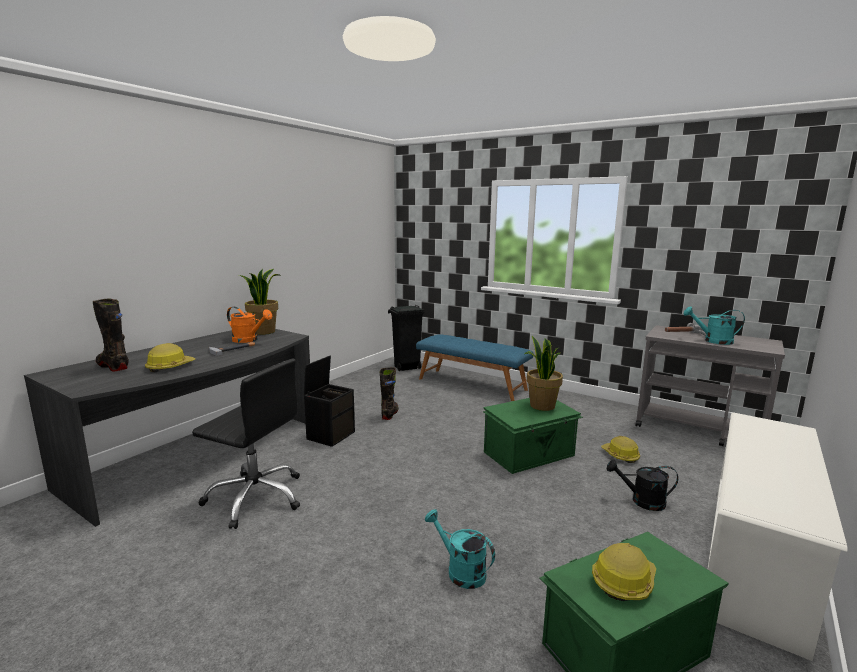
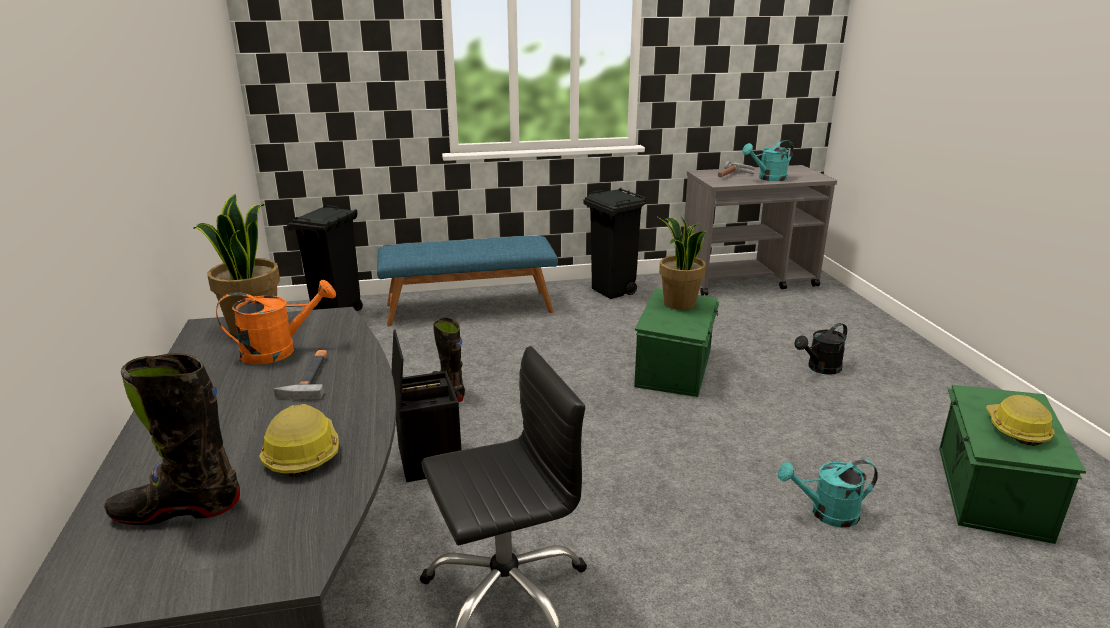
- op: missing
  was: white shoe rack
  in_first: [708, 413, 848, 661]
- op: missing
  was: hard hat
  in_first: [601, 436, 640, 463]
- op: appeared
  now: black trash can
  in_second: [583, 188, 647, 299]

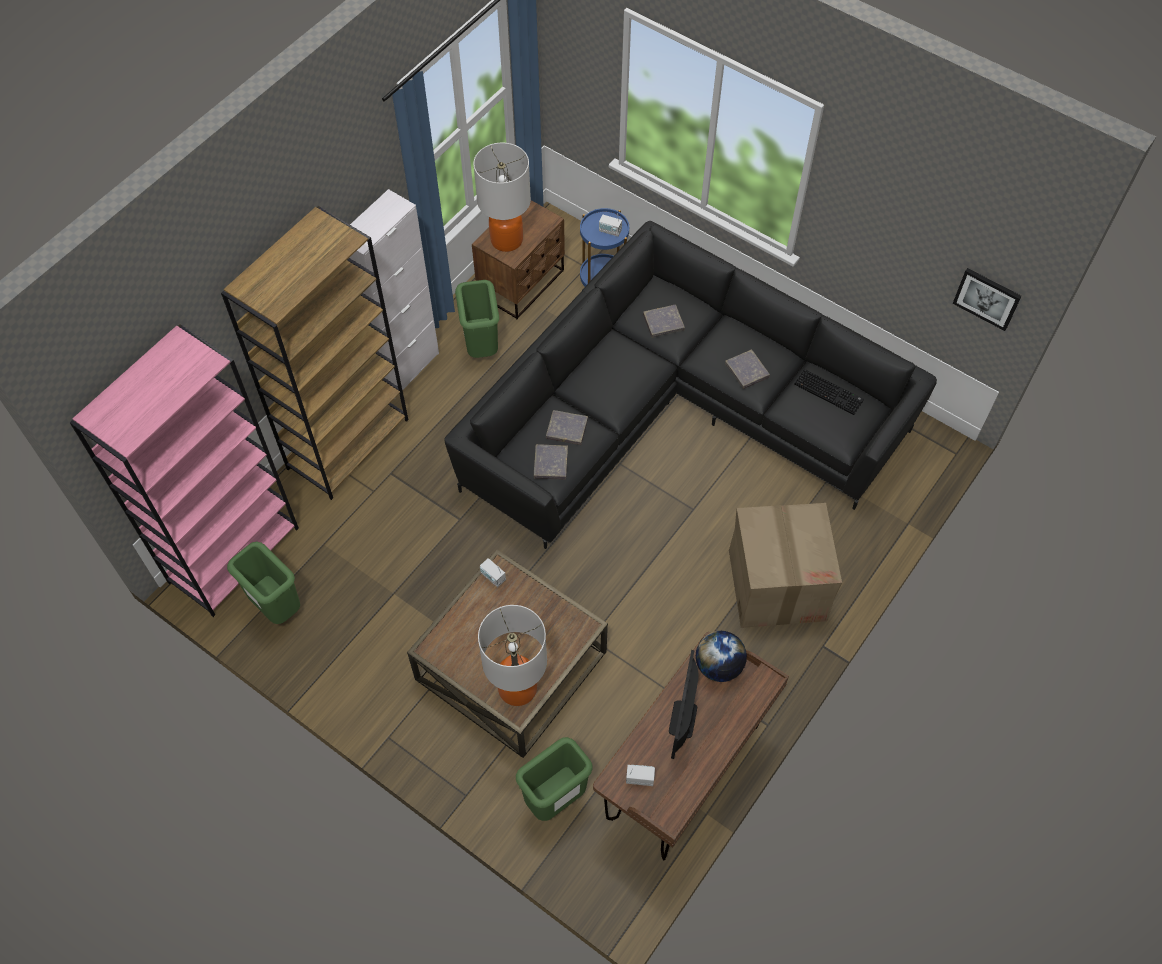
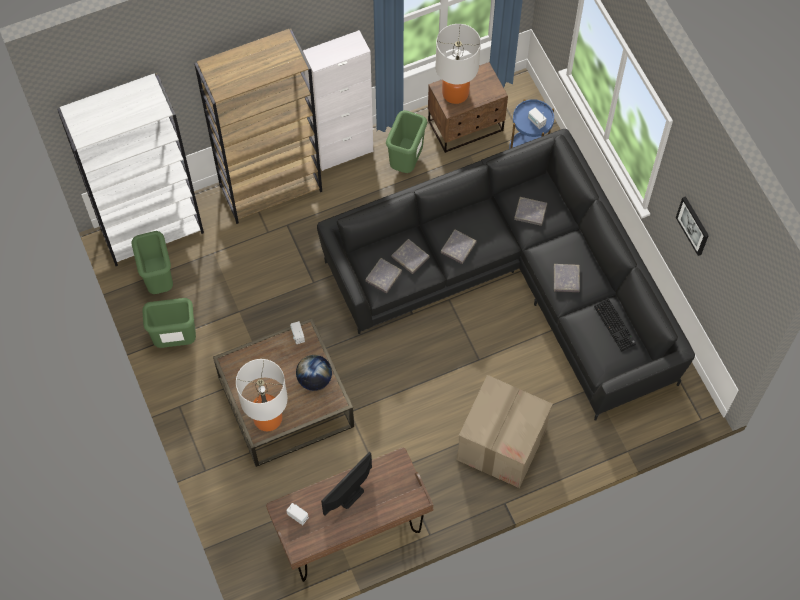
- op: relocated
  was: picture
  in_first: [953, 268, 1021, 331]
  in_second: [676, 196, 709, 256]
- op: colour
  was: pink bookcase
  now: white bookcase
  in_first: [70, 324, 299, 617]
  in_second: [57, 73, 204, 266]
- op: relocated
  was: globe
  in_first: [696, 631, 747, 682]
  in_second: [296, 355, 332, 391]
- op: relocated
  was: green trash can
  in_first: [516, 737, 593, 821]
  in_second: [142, 298, 196, 348]
- op: appeared
  now: grey book
  in_second: [441, 230, 476, 264]

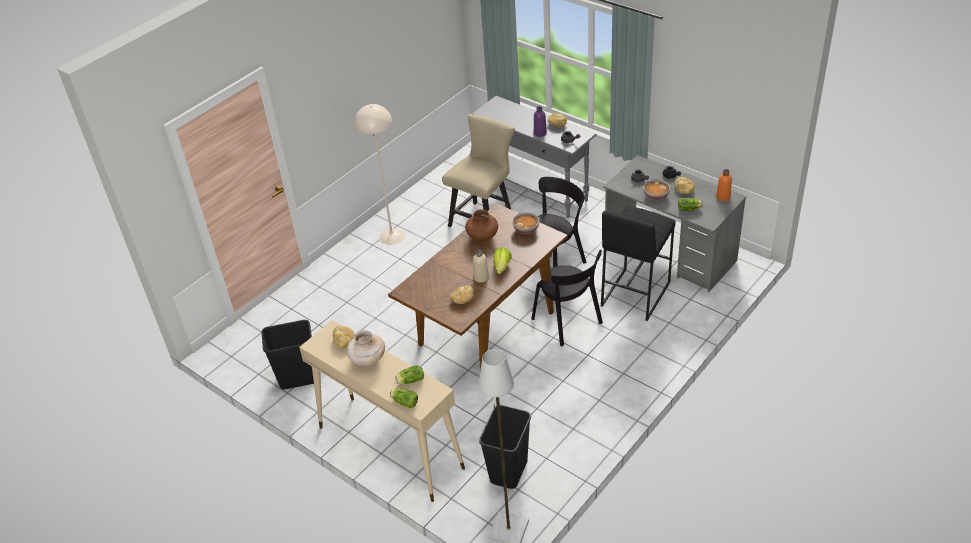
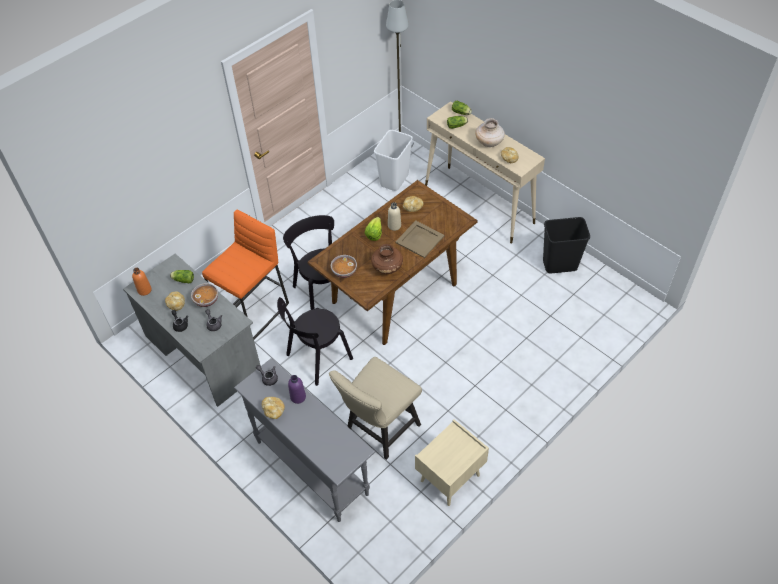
- op: missing
  was: beige floor lamp
  in_first: [355, 104, 405, 245]
- op: colour
  was: black stool
  now: orange stool
  in_first: [601, 206, 676, 321]
  in_second: [202, 210, 289, 340]
- op: colour
  was: black trash can
  now: white trash can
  in_first: [479, 405, 531, 489]
  in_second: [374, 130, 413, 191]
- op: appeared
  now: beige tray
  in_second: [395, 220, 444, 258]
- op: appeared
  now: beige nightstand
  in_second: [415, 419, 489, 506]

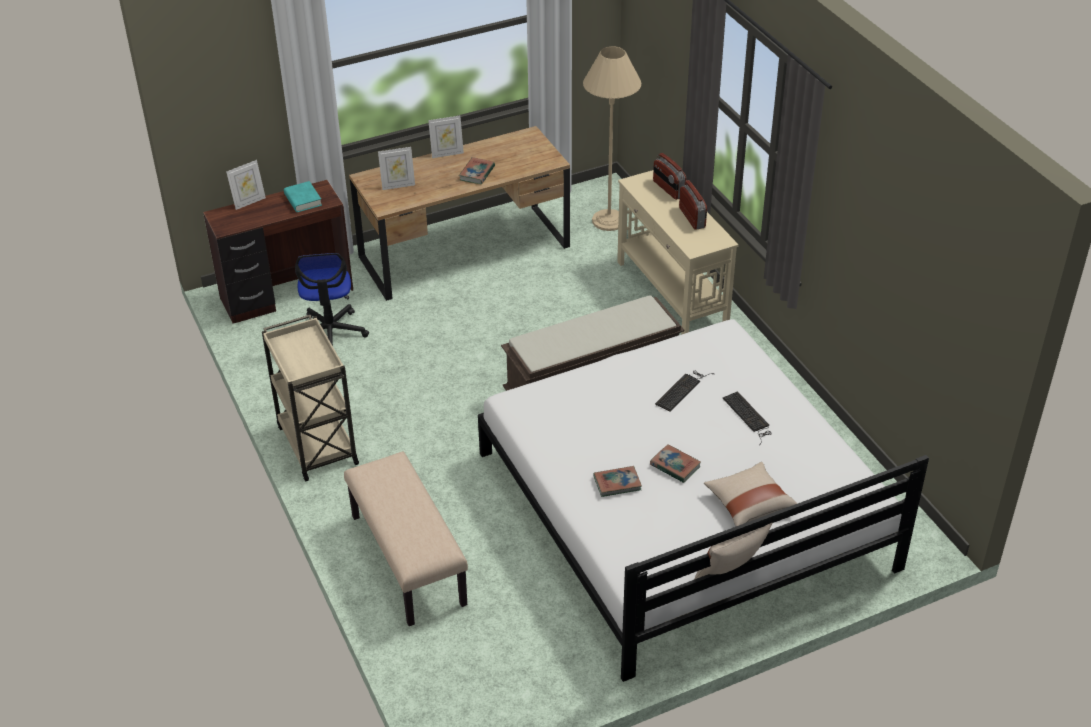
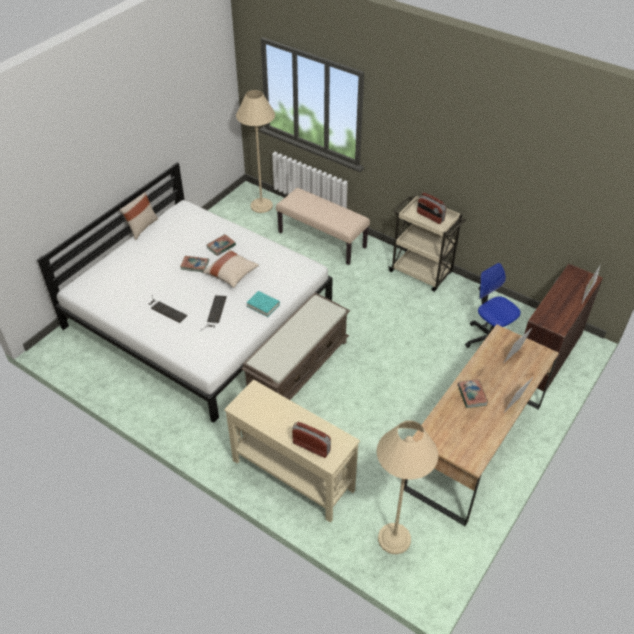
- op: relocated
  was: radio
  in_first: [679, 180, 707, 230]
  in_second: [417, 193, 446, 224]
- op: relocated
  was: turquoise book
  in_first: [284, 181, 322, 212]
  in_second: [246, 291, 280, 317]
- op: relocated
  was: beige pillow
  in_first: [704, 462, 798, 526]
  in_second: [203, 249, 259, 288]
- op: appeared
  now: beige floor lamp
  in_second: [236, 90, 275, 213]

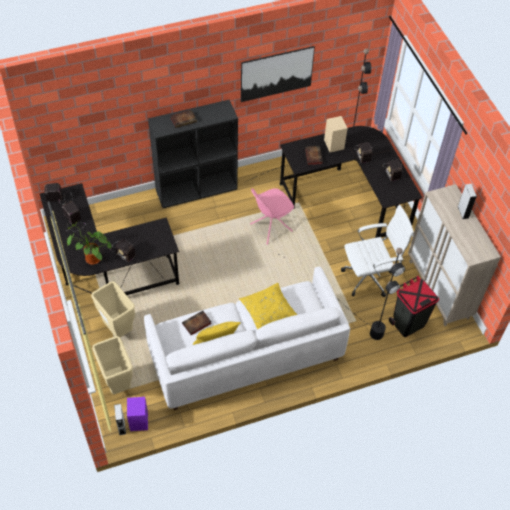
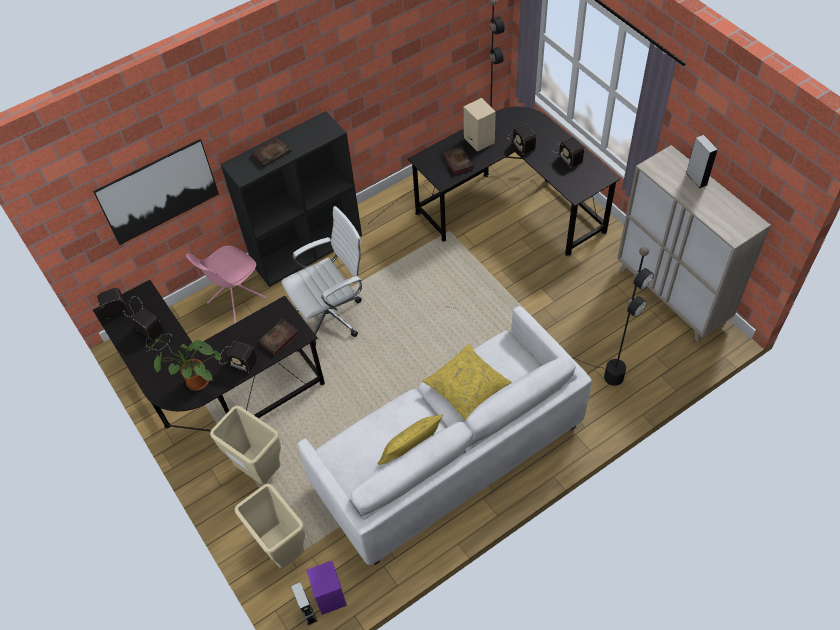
- op: relocated
  was: picture
  in_first: [241, 46, 315, 102]
  in_second: [93, 139, 219, 245]
- op: relocated
  was: pink chair
  in_first: [250, 188, 294, 245]
  in_second: [186, 245, 268, 323]
- op: relocated
  was: white office chair
  in_first: [341, 205, 414, 297]
  in_second: [282, 206, 362, 346]
- op: missing
  was: black trash can
  in_first: [389, 276, 439, 337]
- op: relocated
  was: book
  in_first: [182, 311, 212, 335]
  in_second: [258, 319, 299, 356]

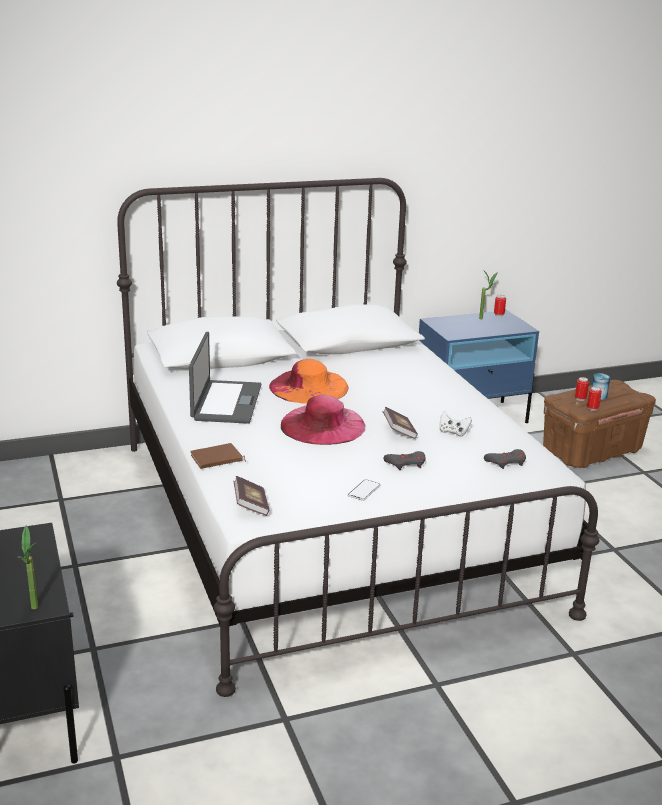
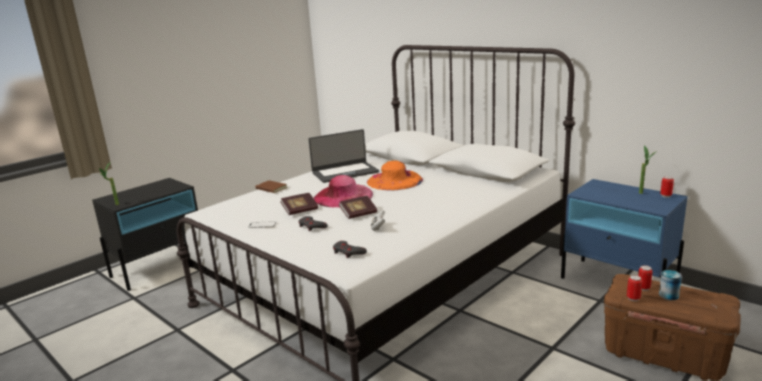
- op: relocated
  was: book
  in_first: [234, 476, 269, 516]
  in_second: [280, 193, 318, 215]

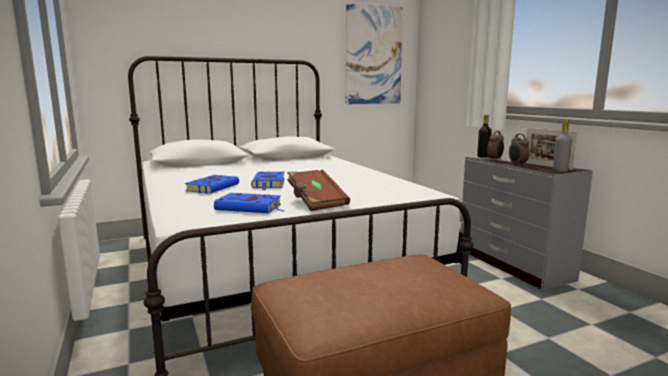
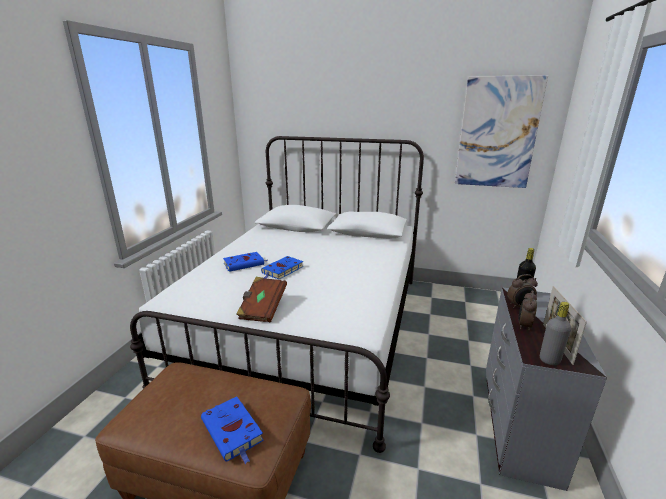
- op: relocated
  was: blue book
  in_first: [214, 193, 285, 213]
  in_second: [201, 396, 264, 464]

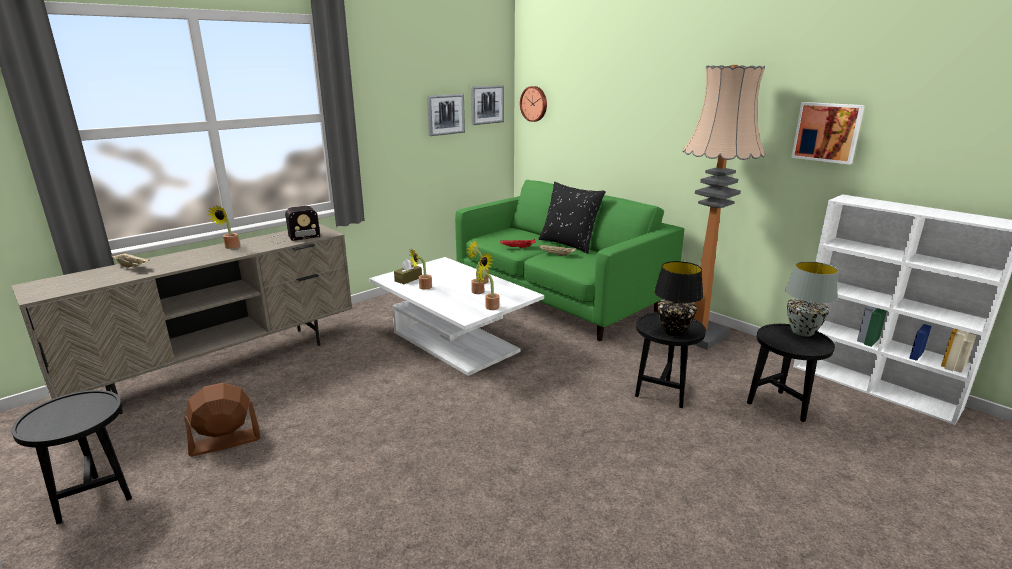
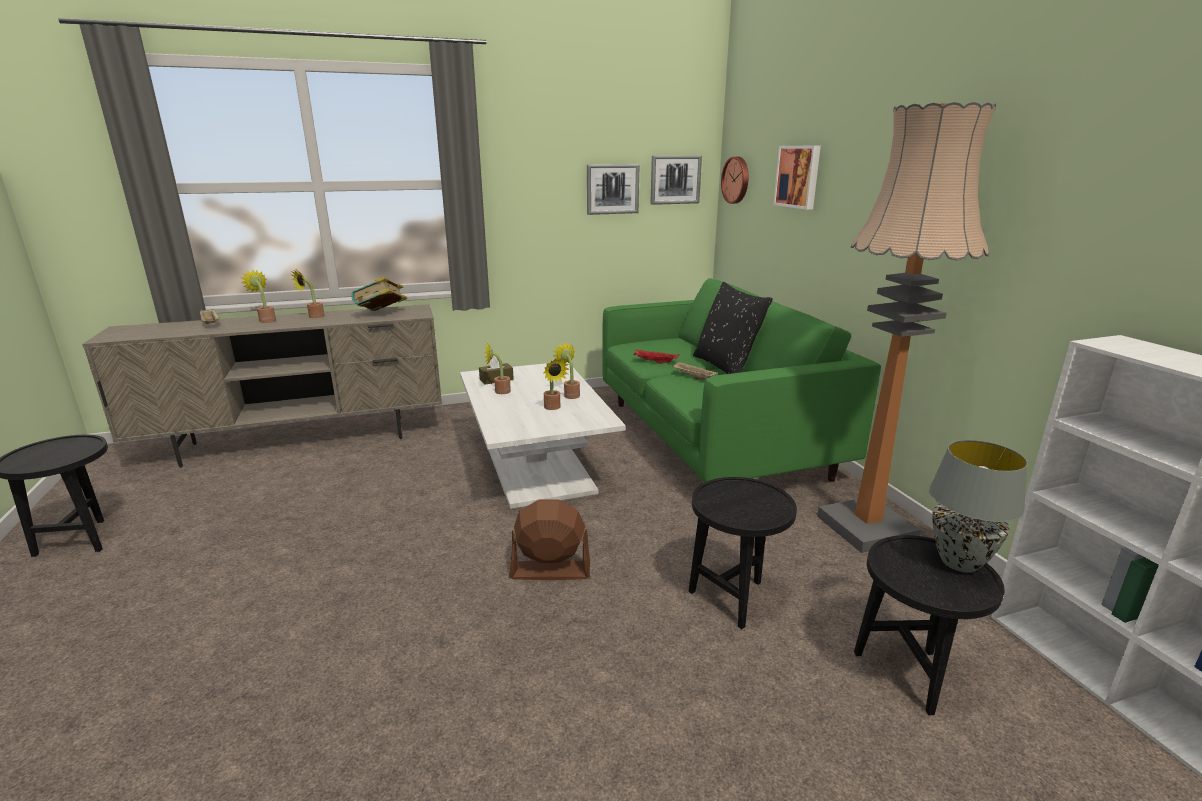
- op: relocated
  was: picture
  in_first: [791, 102, 865, 165]
  in_second: [773, 145, 821, 210]
- op: exchanged
  was: radio
  now: book
  in_first: [270, 206, 320, 243]
  in_second: [351, 277, 407, 311]
- op: missing
  was: black table lamp
  in_first: [654, 261, 703, 336]
- op: relocated
  was: potted plant
  in_first: [476, 264, 499, 310]
  in_second: [241, 270, 276, 323]
- op: relocated
  was: brown fan
  in_first: [184, 383, 260, 456]
  in_second: [509, 499, 590, 580]

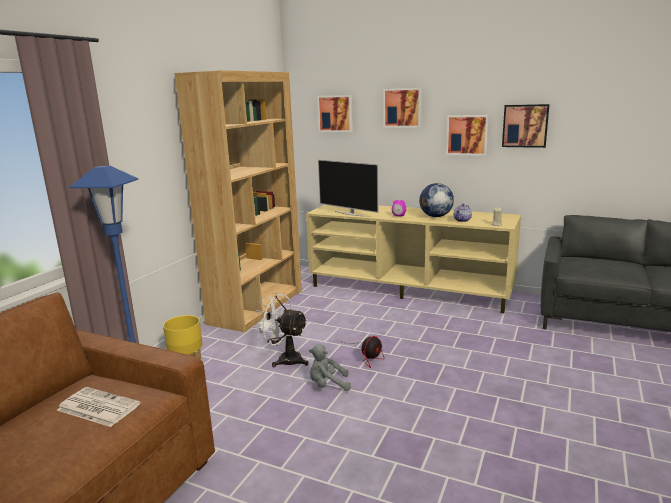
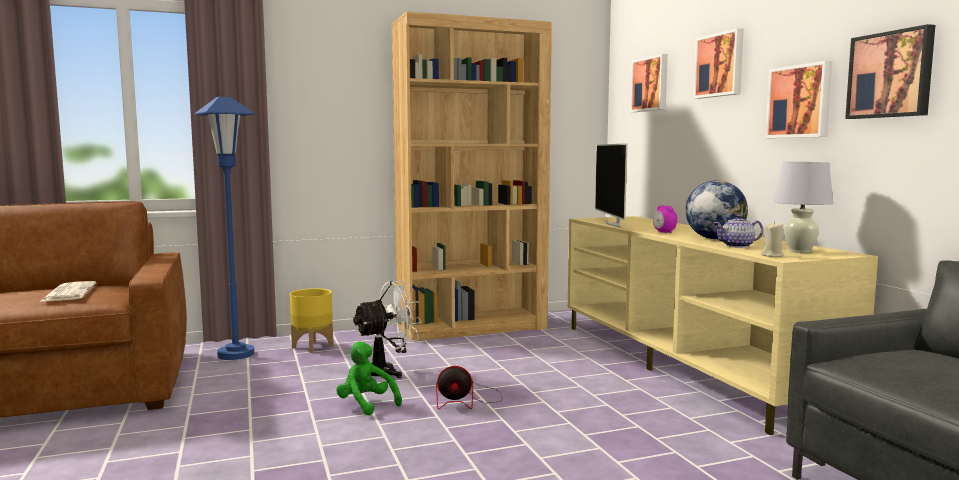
- op: spun
  was: white fan
  in_first: [253, 293, 309, 367]
  in_second: [353, 281, 422, 378]
  clockwise: 75
- op: colour
  was: grey plush toy
  now: green plush toy
  in_first: [309, 344, 351, 391]
  in_second: [336, 341, 402, 416]
- op: appeared
  now: white table lamp
  in_second: [774, 162, 833, 253]

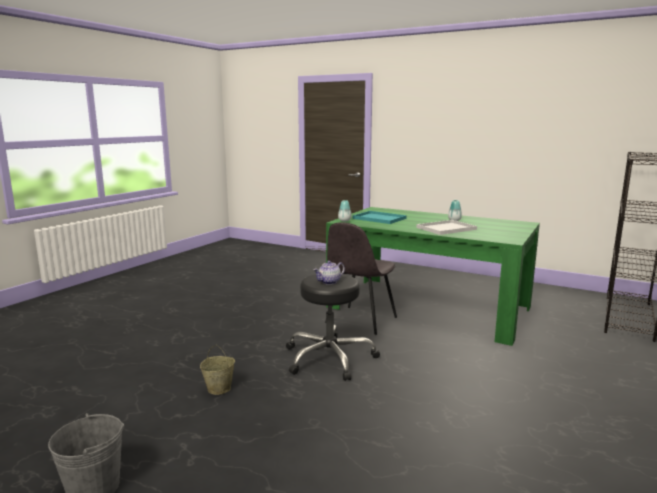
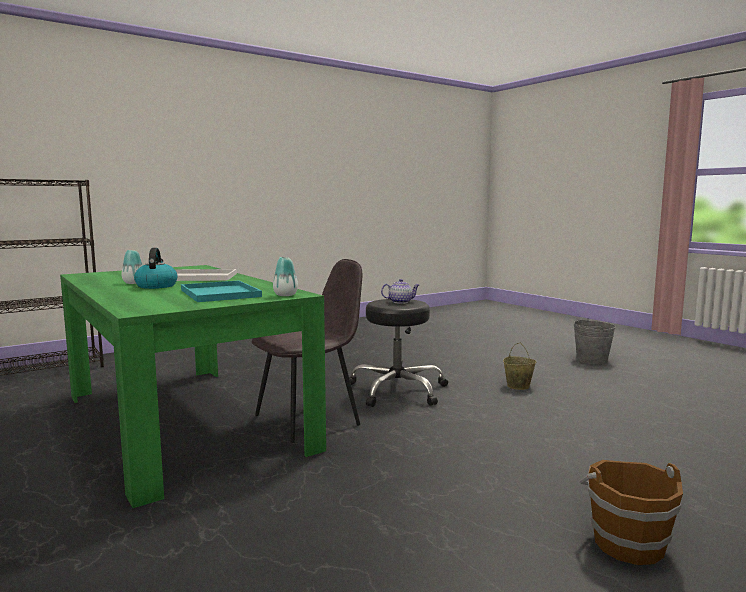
- op: appeared
  now: kettle
  in_second: [134, 248, 177, 289]
- op: appeared
  now: brown bucket
  in_second: [579, 460, 683, 565]

